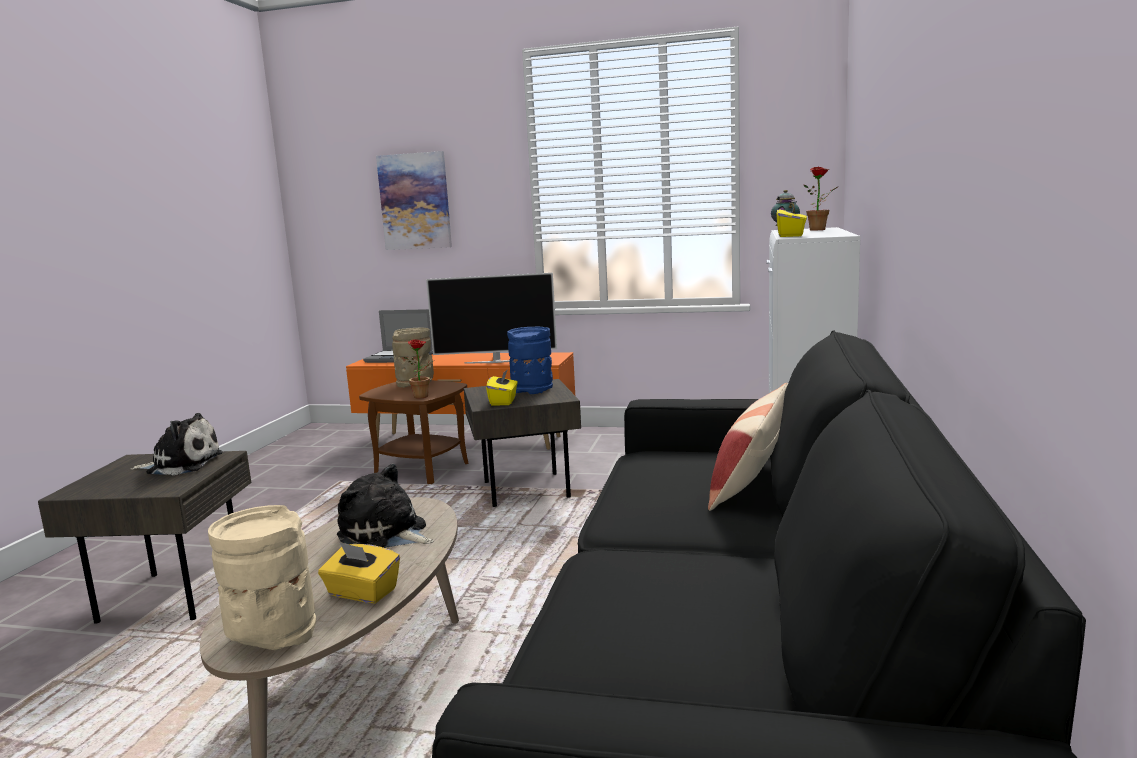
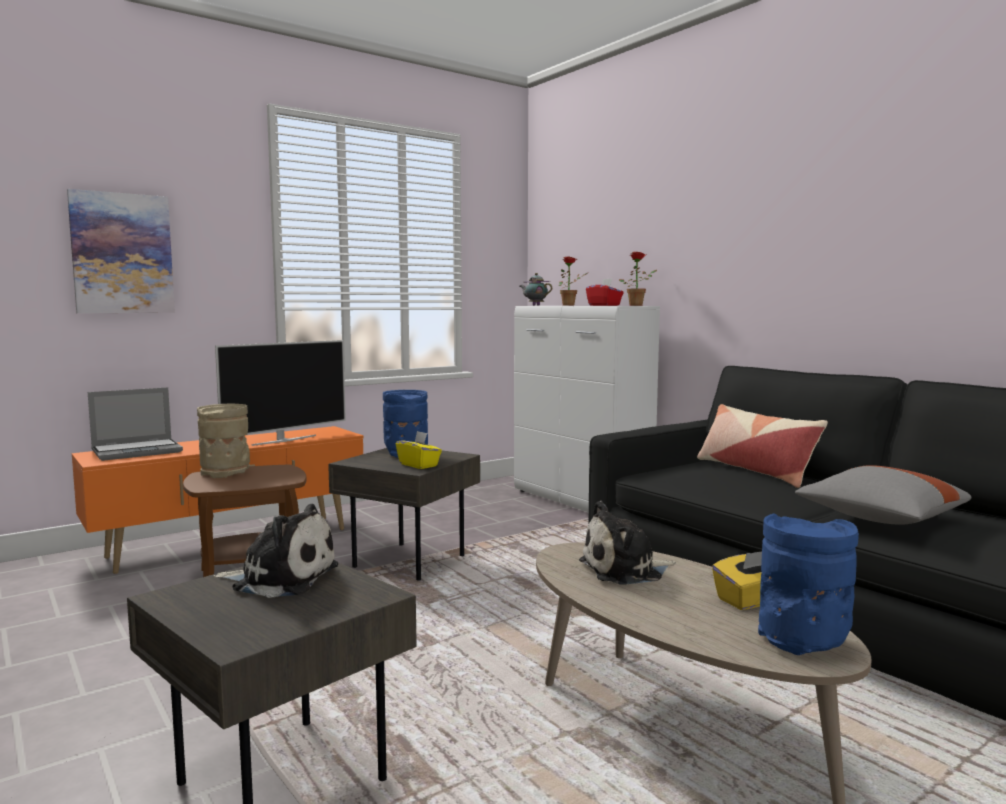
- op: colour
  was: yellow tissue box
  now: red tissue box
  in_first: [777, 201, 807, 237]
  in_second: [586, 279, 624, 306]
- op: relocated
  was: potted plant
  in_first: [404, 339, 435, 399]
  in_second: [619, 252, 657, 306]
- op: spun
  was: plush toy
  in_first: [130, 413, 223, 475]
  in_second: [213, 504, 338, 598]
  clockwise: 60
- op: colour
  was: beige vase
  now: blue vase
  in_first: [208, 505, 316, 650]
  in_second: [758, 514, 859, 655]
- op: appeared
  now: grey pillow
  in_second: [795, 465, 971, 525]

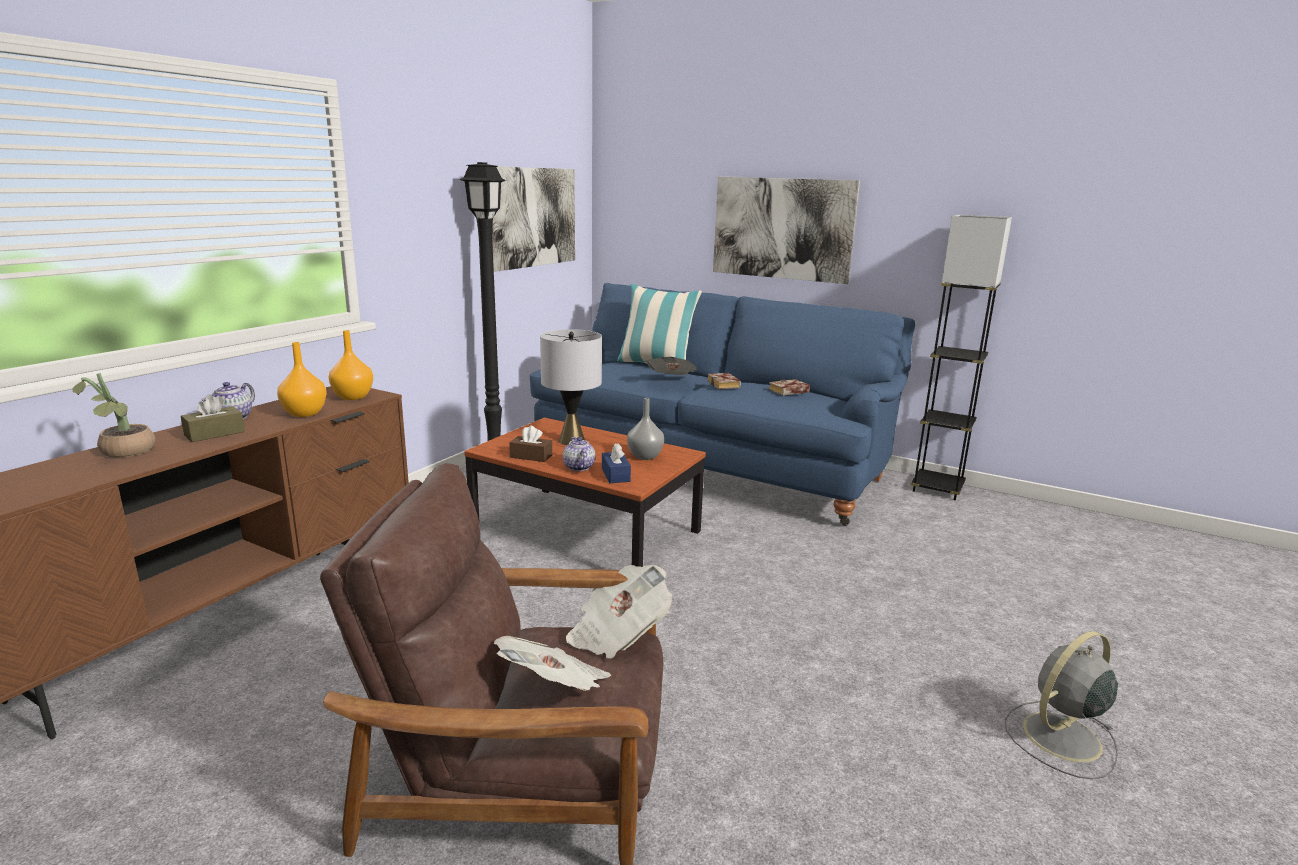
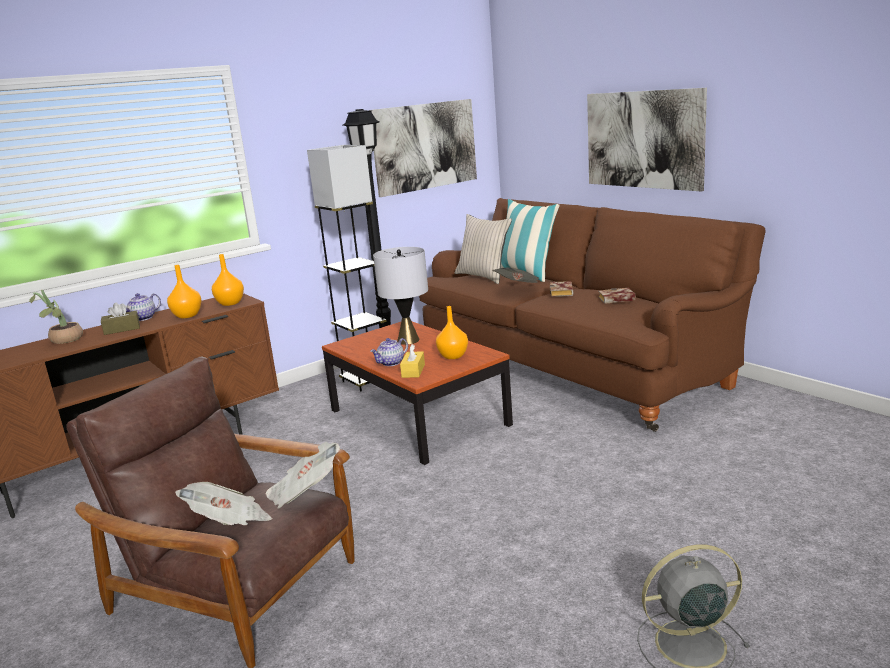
- op: relocated
  was: grey floor lamp
  in_first: [911, 215, 1012, 501]
  in_second: [307, 145, 387, 392]
- op: colour
  was: blue sofa
  now: brown sofa
  in_first: [530, 283, 915, 526]
  in_second: [419, 198, 766, 432]
- op: colour
  was: grey vase
  now: orange vase
  in_first: [627, 398, 664, 460]
  in_second: [436, 306, 468, 359]
- op: missing
  was: brown tissue box
  in_first: [509, 426, 552, 462]
- op: spun
  was: teapot
  in_first: [563, 437, 595, 471]
  in_second: [370, 338, 408, 366]
  clockwise: -135
- op: colour
  was: blue tissue box
  now: yellow tissue box
  in_first: [602, 443, 631, 483]
  in_second: [400, 344, 425, 378]
- op: appeared
  now: beige pillow
  in_second: [455, 214, 512, 284]

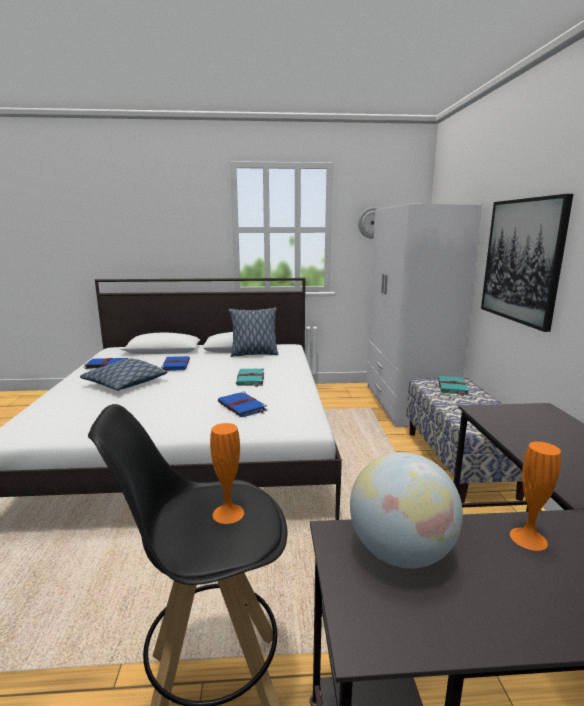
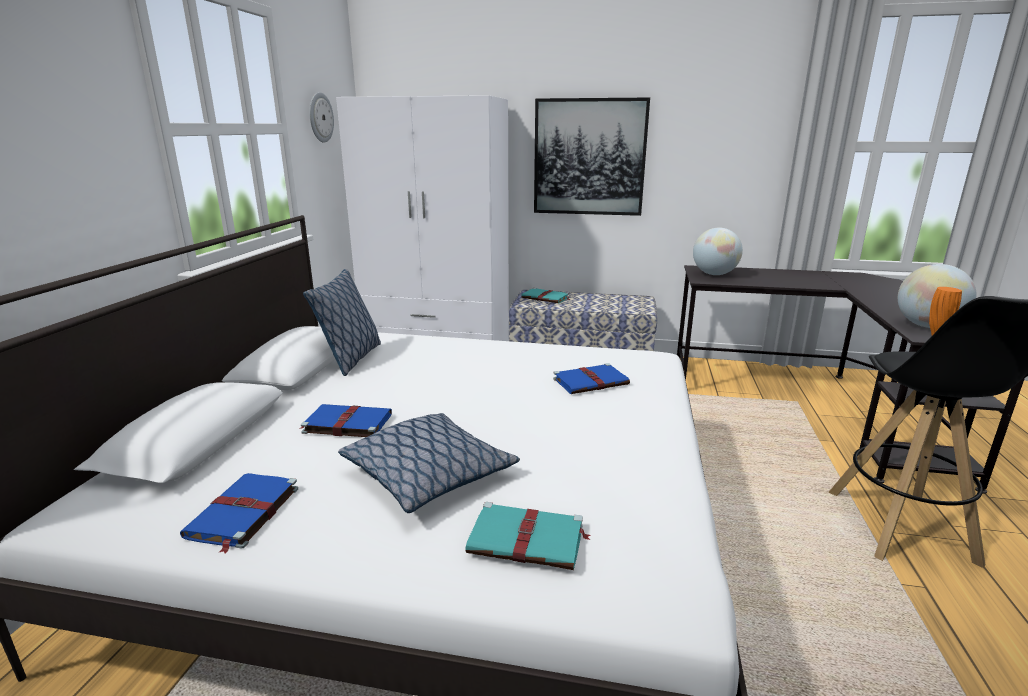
- op: relocated
  was: turquoise book
  in_first: [236, 368, 264, 387]
  in_second: [465, 502, 590, 570]
- op: missing
  was: orange vase
  in_first: [510, 442, 561, 551]
- op: appeared
  now: globe
  in_second: [693, 228, 743, 275]

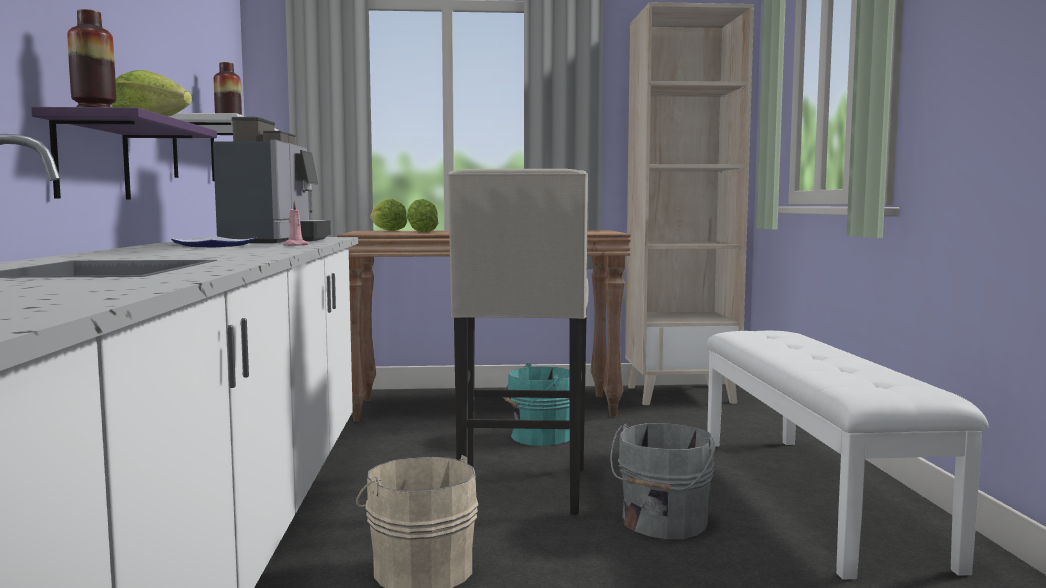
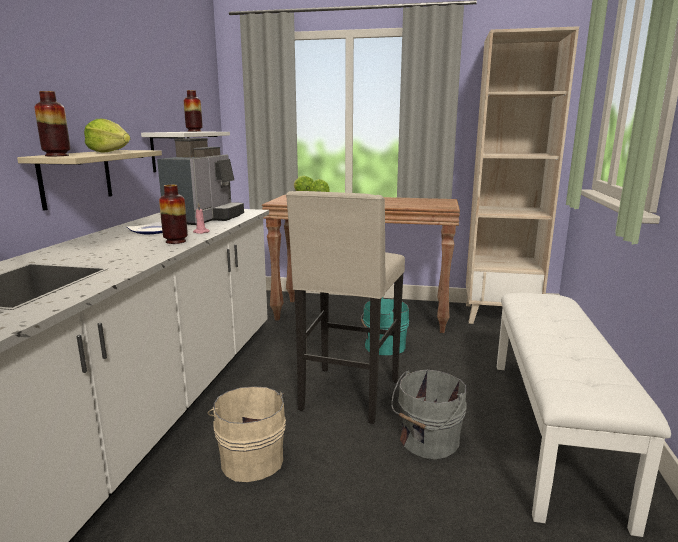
- op: colour
  was: purple shelf
  now: beige shelf
  in_first: [31, 107, 217, 200]
  in_second: [17, 150, 162, 211]
- op: appeared
  now: vase
  in_second: [159, 185, 188, 244]

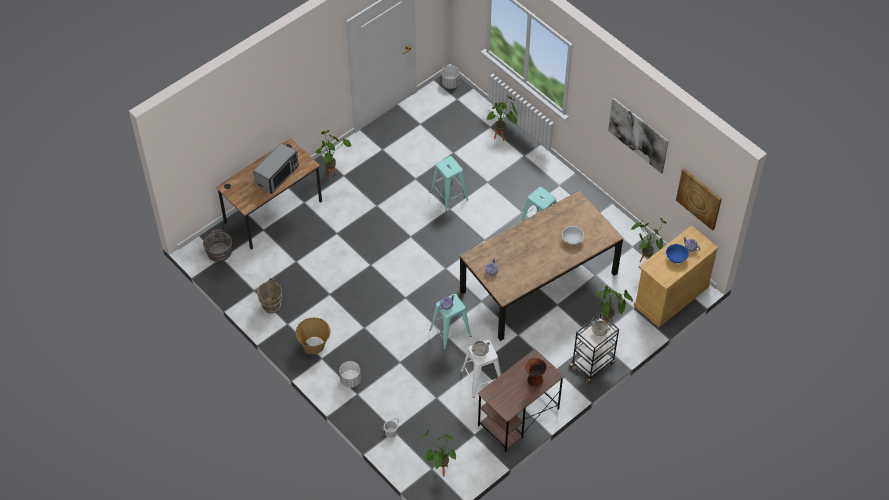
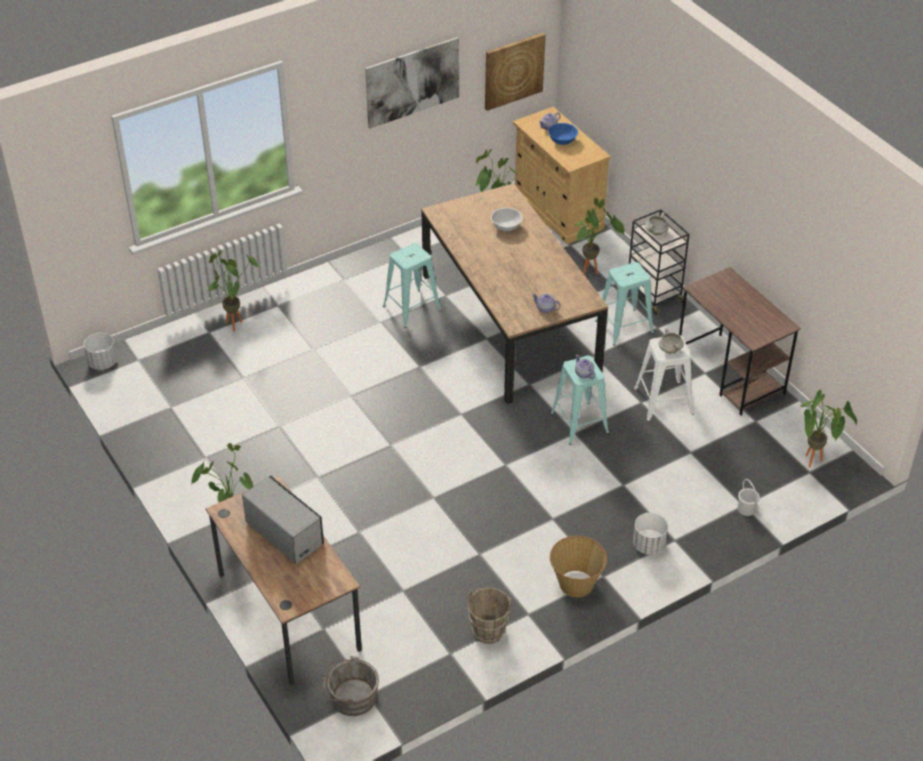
- op: relocated
  was: turquoise stool
  in_first: [430, 156, 469, 212]
  in_second: [596, 262, 654, 346]
- op: missing
  was: vase
  in_first: [525, 358, 547, 387]

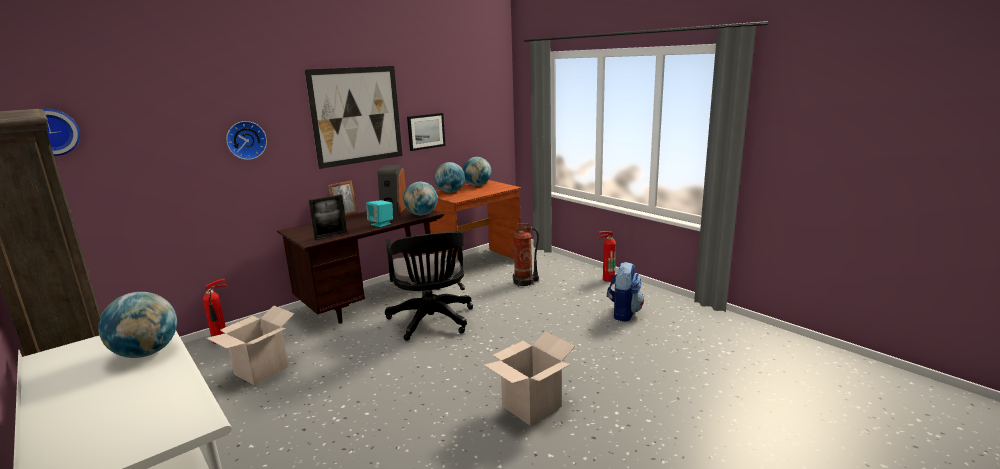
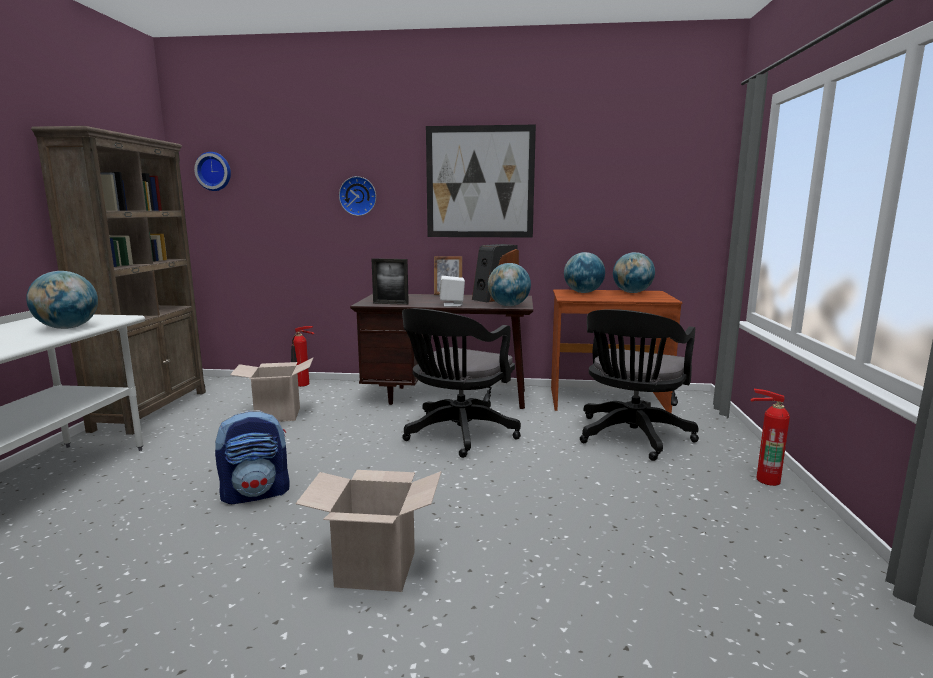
- op: missing
  was: picture
  in_first: [407, 113, 445, 151]
- op: colour
  was: turquoise speaker
  now: white speaker
  in_first: [366, 200, 393, 227]
  in_second: [440, 276, 465, 307]
- op: exchanged
  was: fire extinguisher
  now: black office chair
  in_first: [513, 223, 539, 287]
  in_second: [580, 309, 699, 461]
- op: relocated
  was: backpack
  in_first: [607, 262, 644, 322]
  in_second: [215, 410, 289, 504]

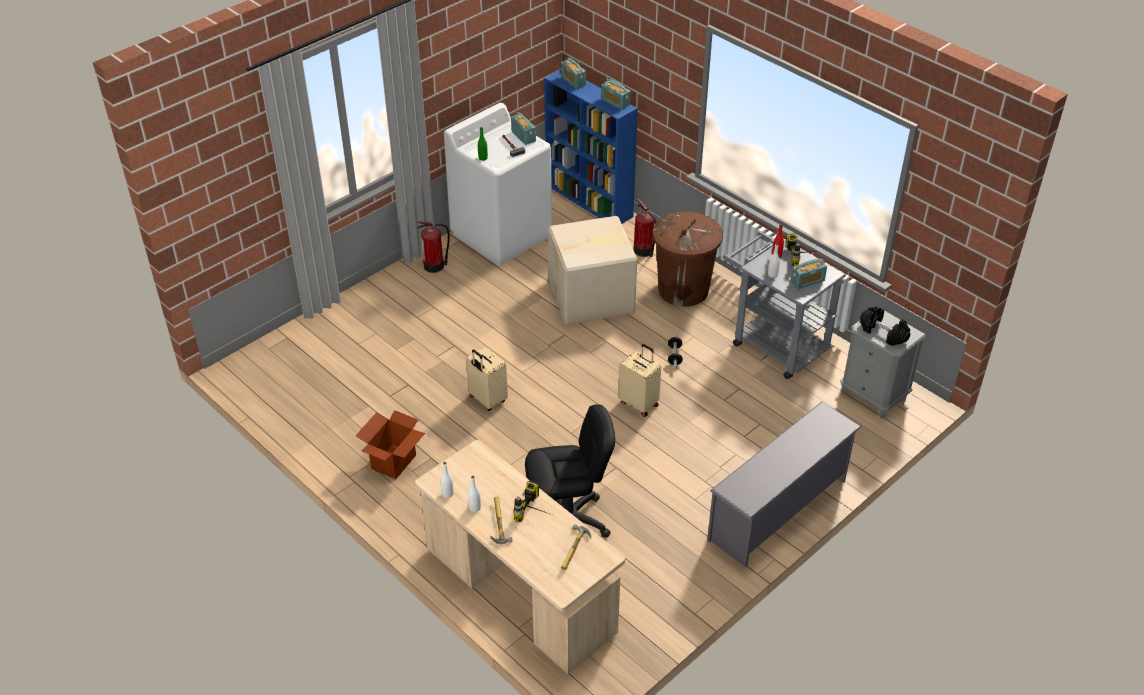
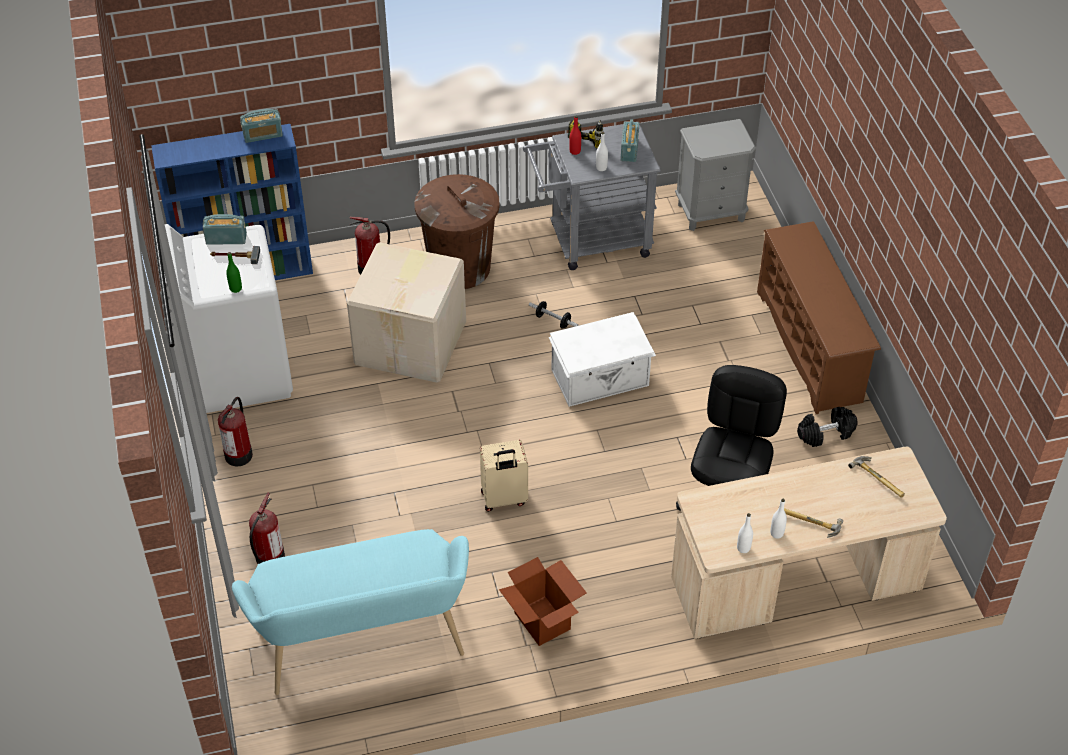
- op: missing
  was: radio
  in_first: [561, 57, 586, 89]
- op: relocated
  was: black dumbbell
  in_first: [860, 306, 910, 346]
  in_second: [797, 407, 858, 447]
- op: exchanged
  was: beige suitcase
  now: white storage box
  in_first: [618, 344, 661, 417]
  in_second: [549, 312, 656, 407]
- op: colour
  was: grey shoe rack
  now: brown shoe rack
  in_first: [707, 402, 861, 567]
  in_second: [757, 221, 881, 414]
- op: missing
  was: power drill
  in_first: [513, 480, 549, 522]
- op: appeared
  now: fire extinguisher
  in_second: [249, 493, 285, 564]
- op: appeared
  now: turquoise bench
  in_second: [232, 529, 469, 695]

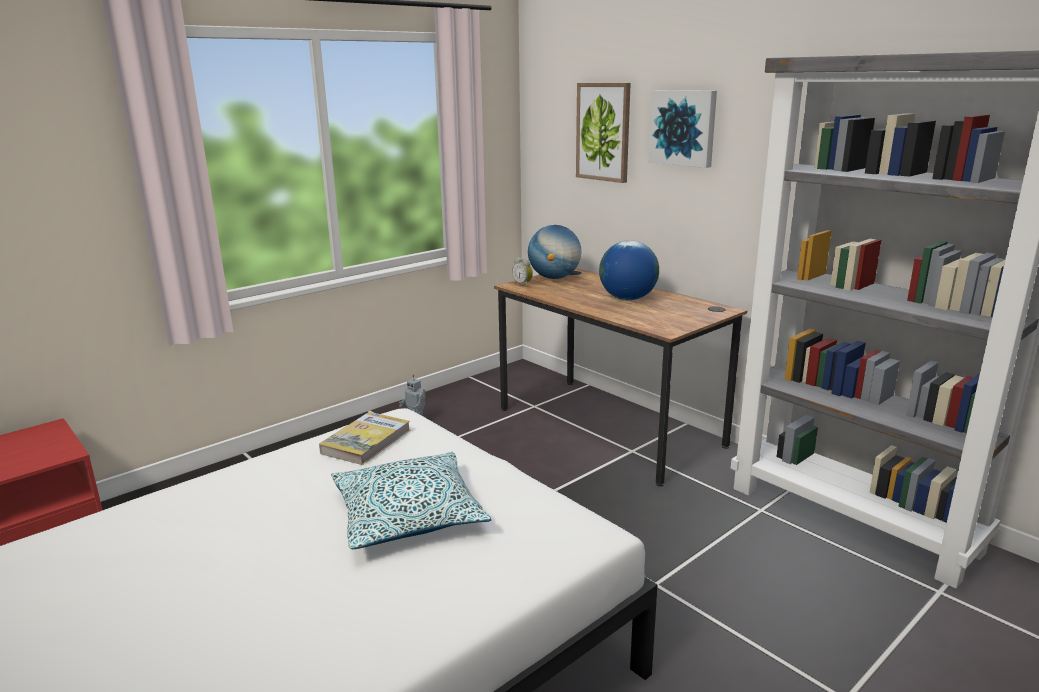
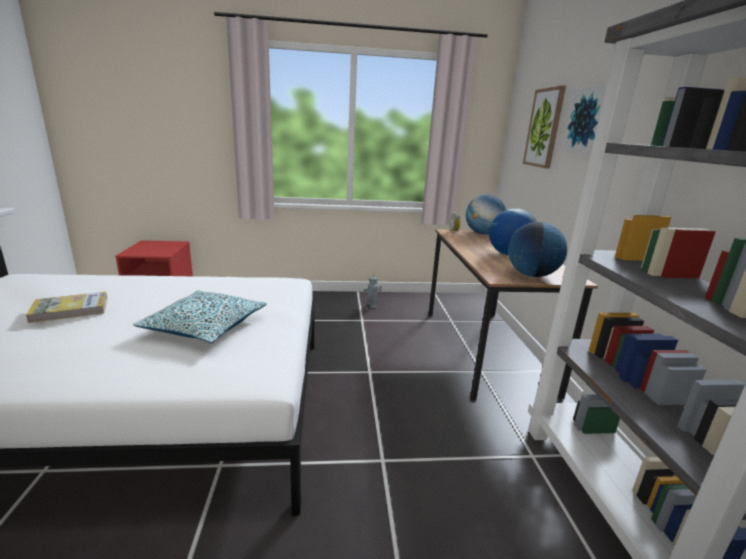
- op: relocated
  was: book
  in_first: [319, 412, 410, 465]
  in_second: [26, 292, 107, 323]
- op: appeared
  now: globe
  in_second: [508, 222, 567, 277]

